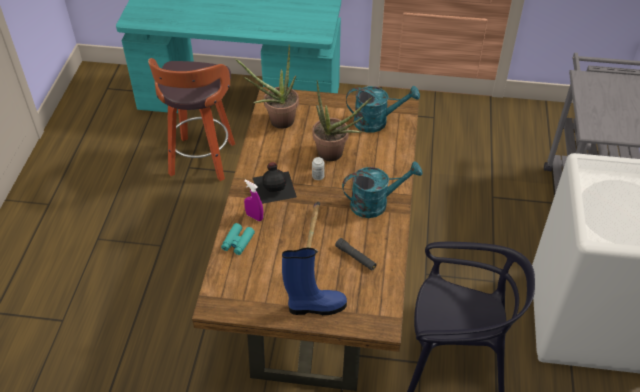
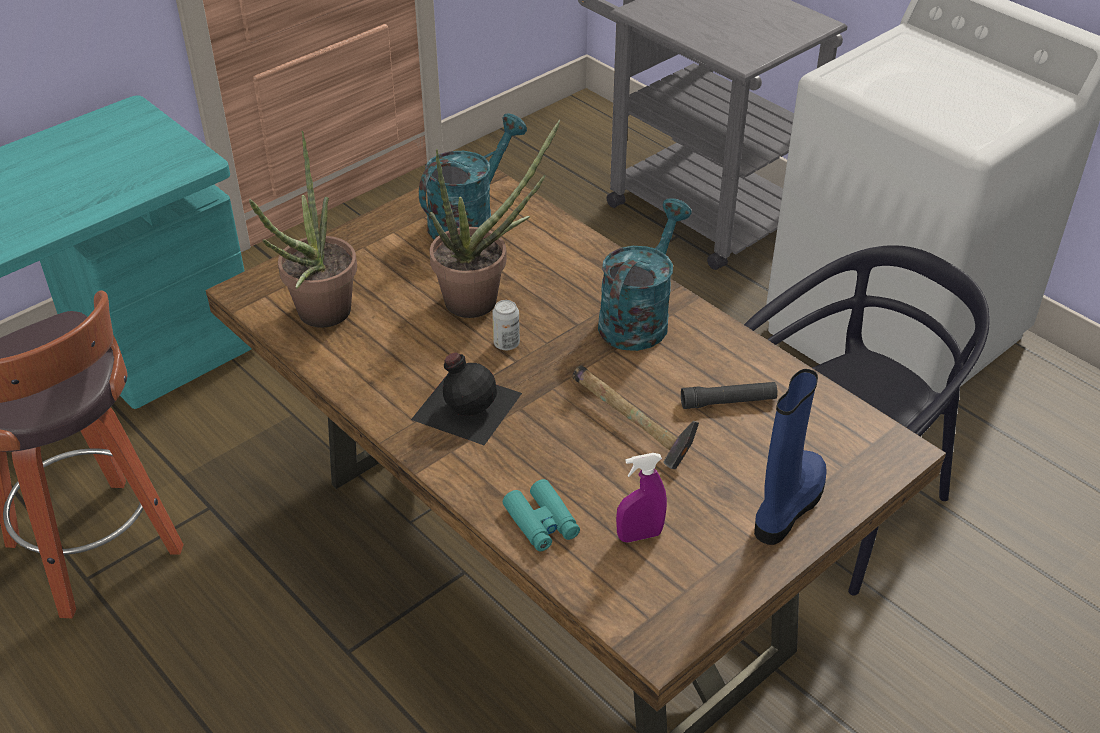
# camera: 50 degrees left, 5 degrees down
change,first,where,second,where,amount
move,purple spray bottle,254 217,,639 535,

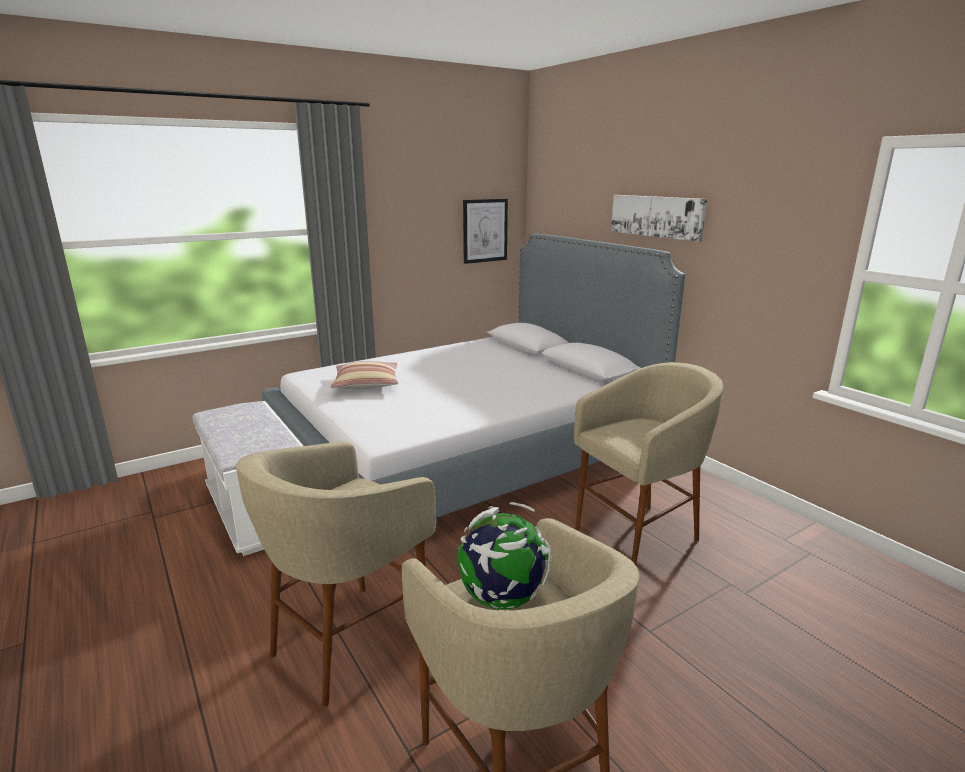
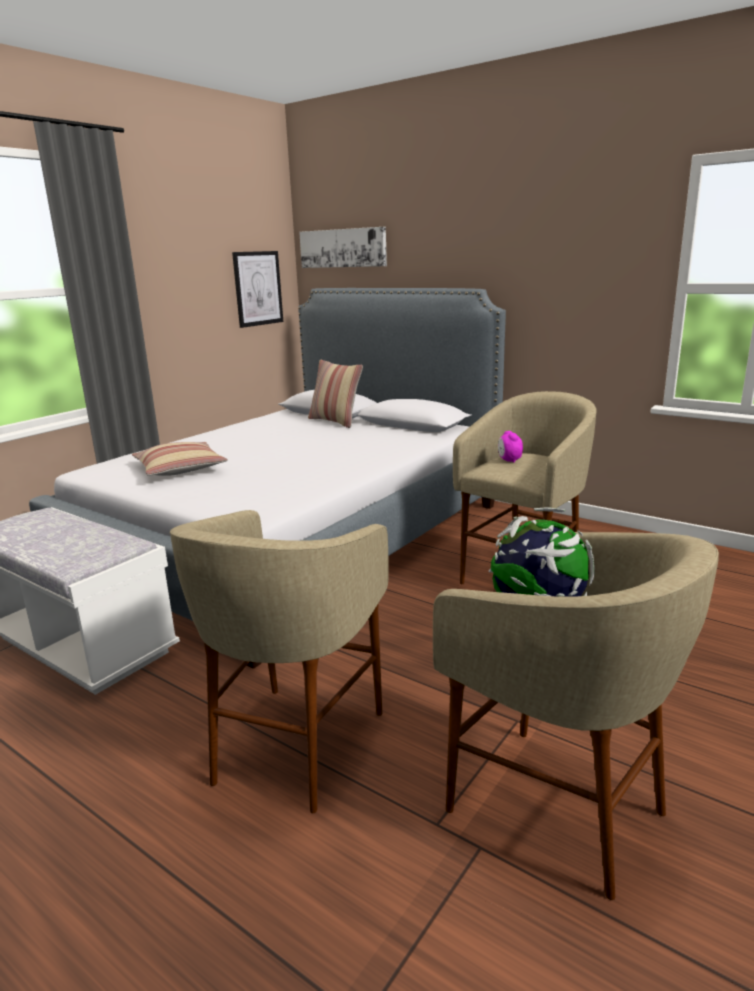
# camera: 20 degrees left, 0 degrees up
change,first,where,second,where,amount
move,picture,656 216,,343 248,
insert,,,pillow,335 421,
insert,,,alarm clock,509 460,

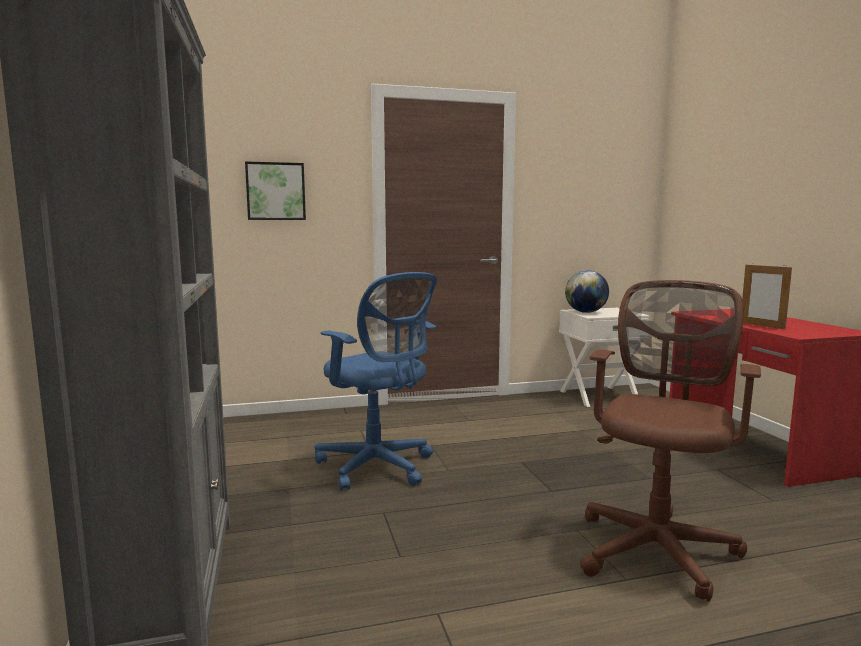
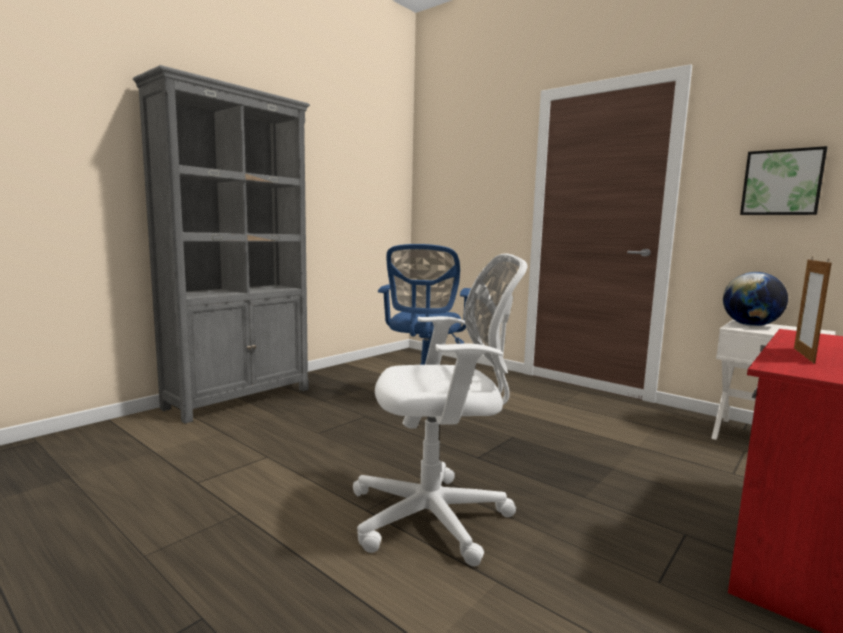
# camera: 55 degrees right, 0 degrees up
change,first,where,second,where,amount
recolor,brown office chair,657 547,white office chair,437 517,
move,picture,276 191,,782 182,

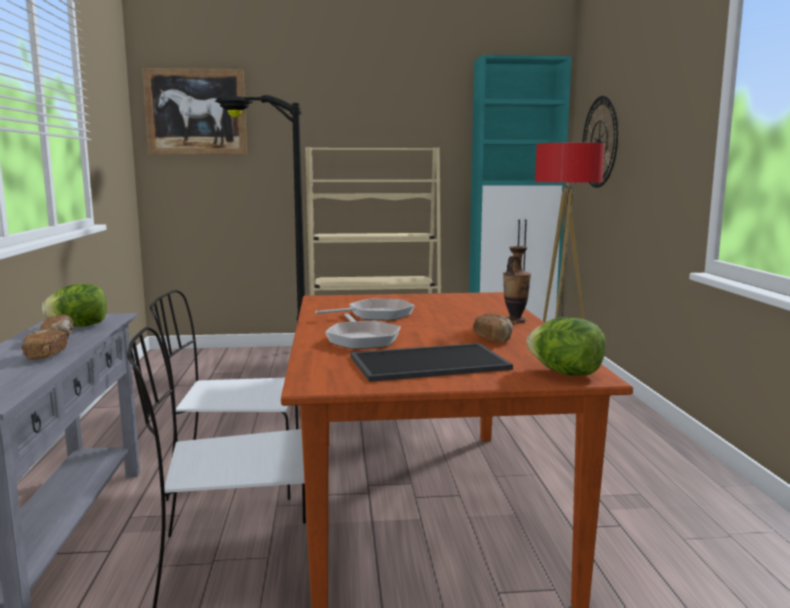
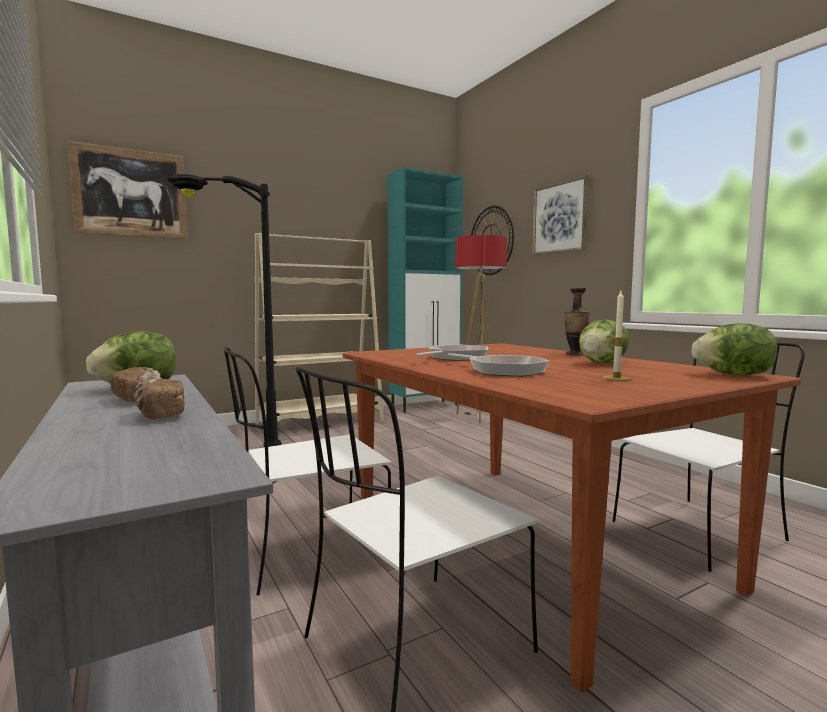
# camera: 25 degrees left, 5 degrees down
change,first,where,second,where,amount
insert,,,picture,560 218,
replace,bread,493 339,lettuce,602 363,
replace,tray,429 362,candle,616 378,
insert,,,white chair,699 531,

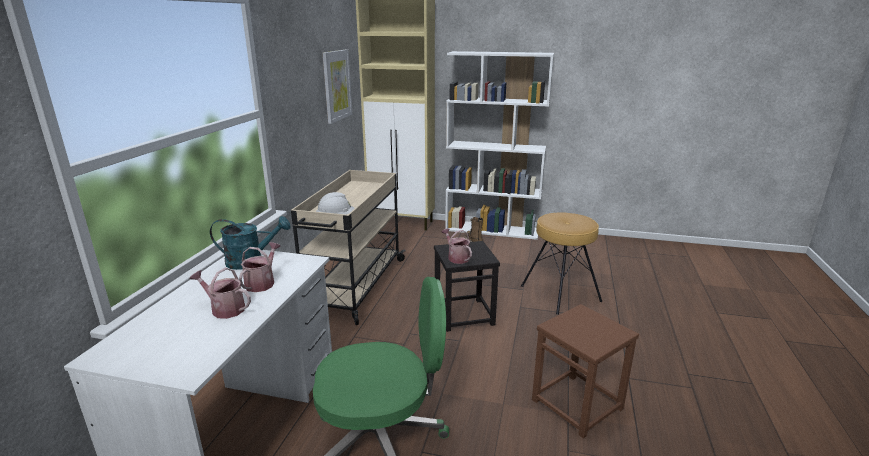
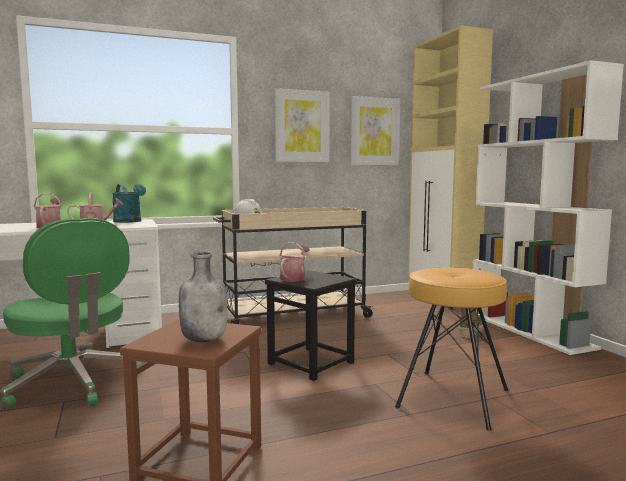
# camera: 55 degrees right, 15 degrees down
change,first,where,second,where,amount
insert,,,grey bottle,205 339,
insert,,,picture,301 126,

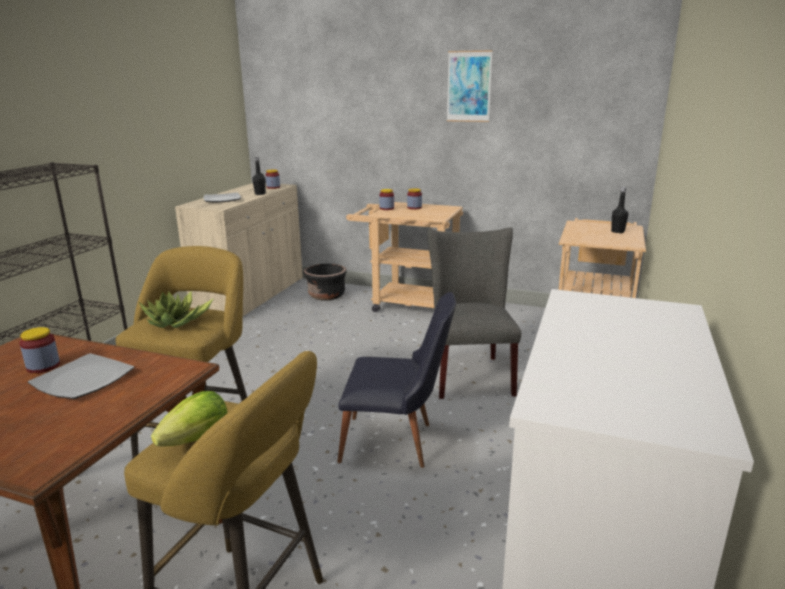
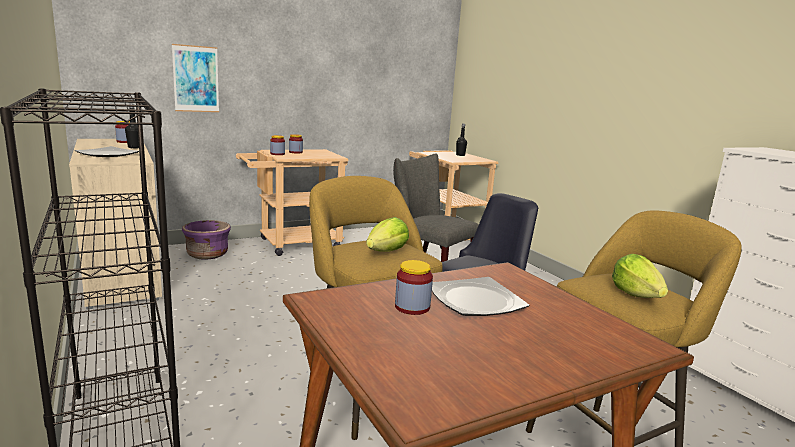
# camera: 50 degrees left, 5 degrees down
change,first,where,second,where,amount
move,picture,469 86,,196 79,
recolor,black planter,326 296,purple planter,207 255,
replace,potted plant,176 322,lettuce,387 252,

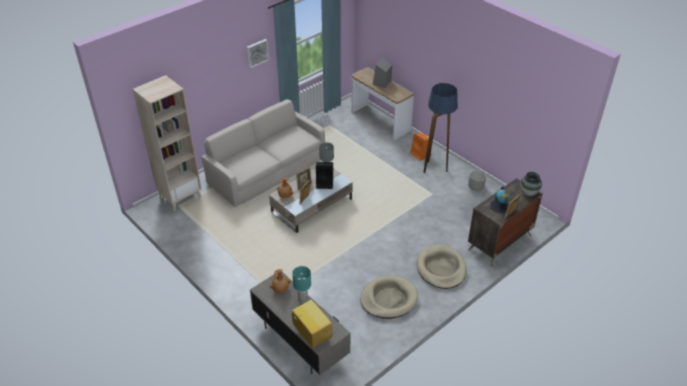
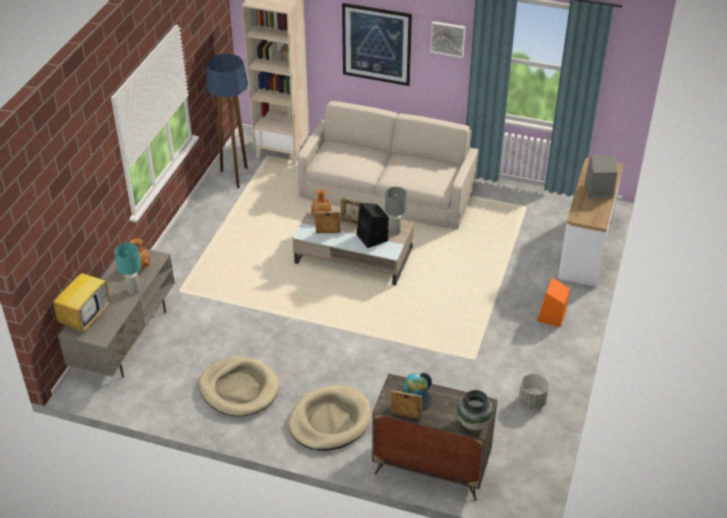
# camera: 60 degrees right, 0 degrees up
change,first,where,second,where,amount
move,floor lamp,435 169,,236 177,
insert,,,picture,376 44,

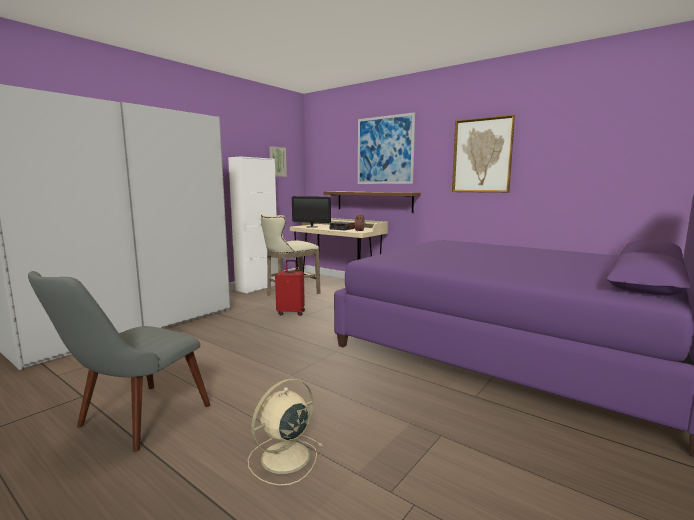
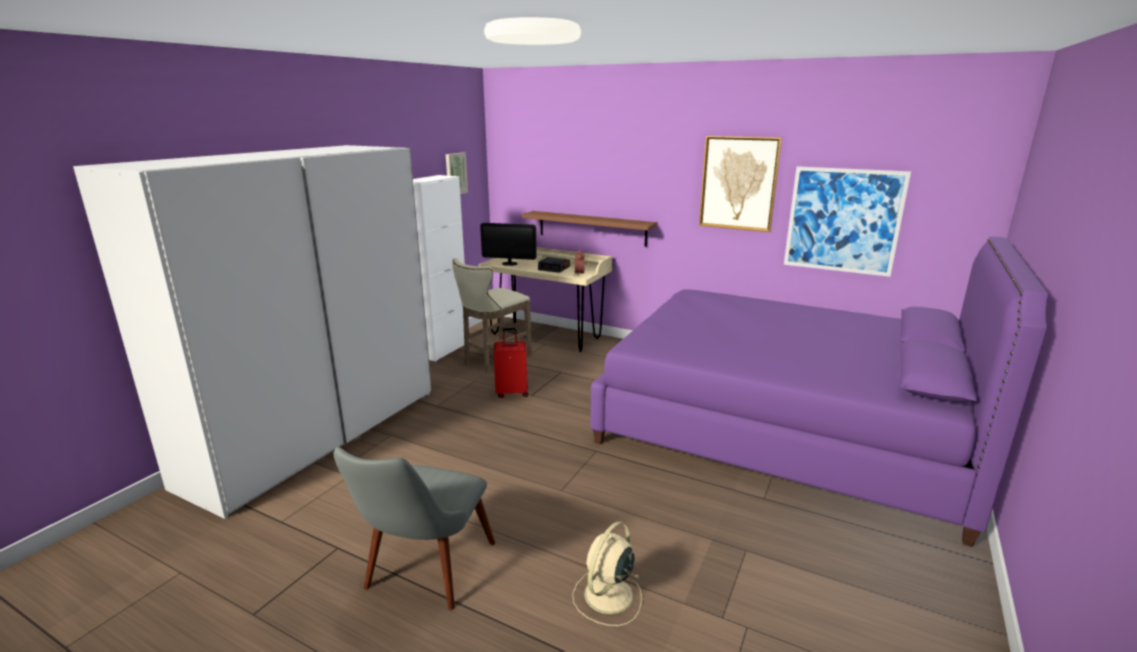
# camera: 10 degrees left, 10 degrees up
change,first,where,second,where,amount
move,picture,384 150,,843 220,

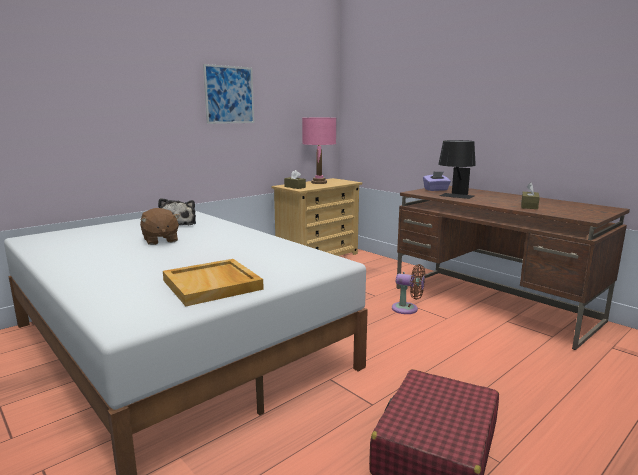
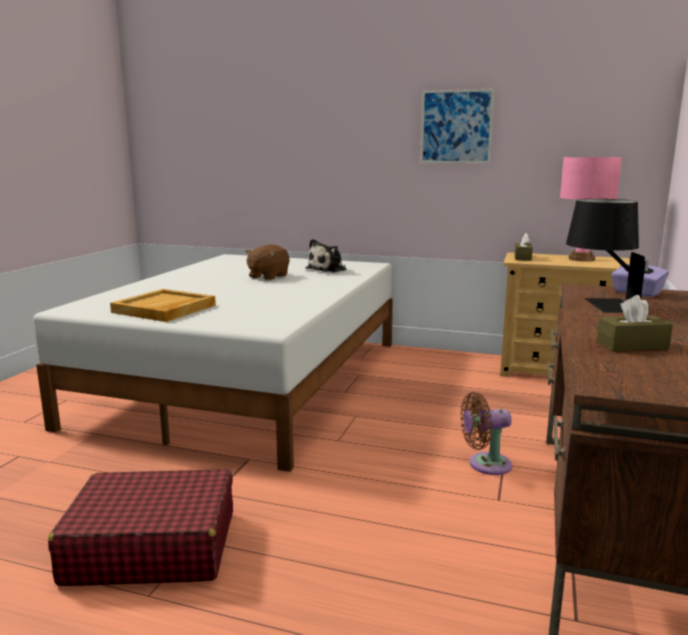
# camera: 60 degrees right, 0 degrees up
change,first,where,second,where,amount
rotate,brown fan,407 309,,485 464,90 degrees clockwise

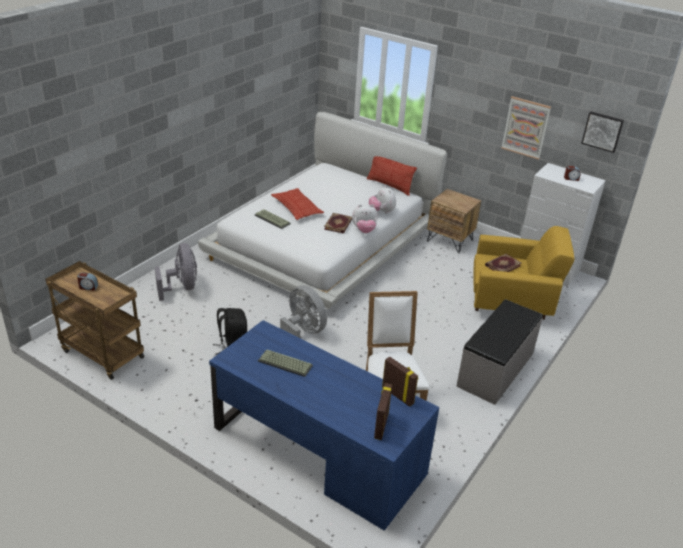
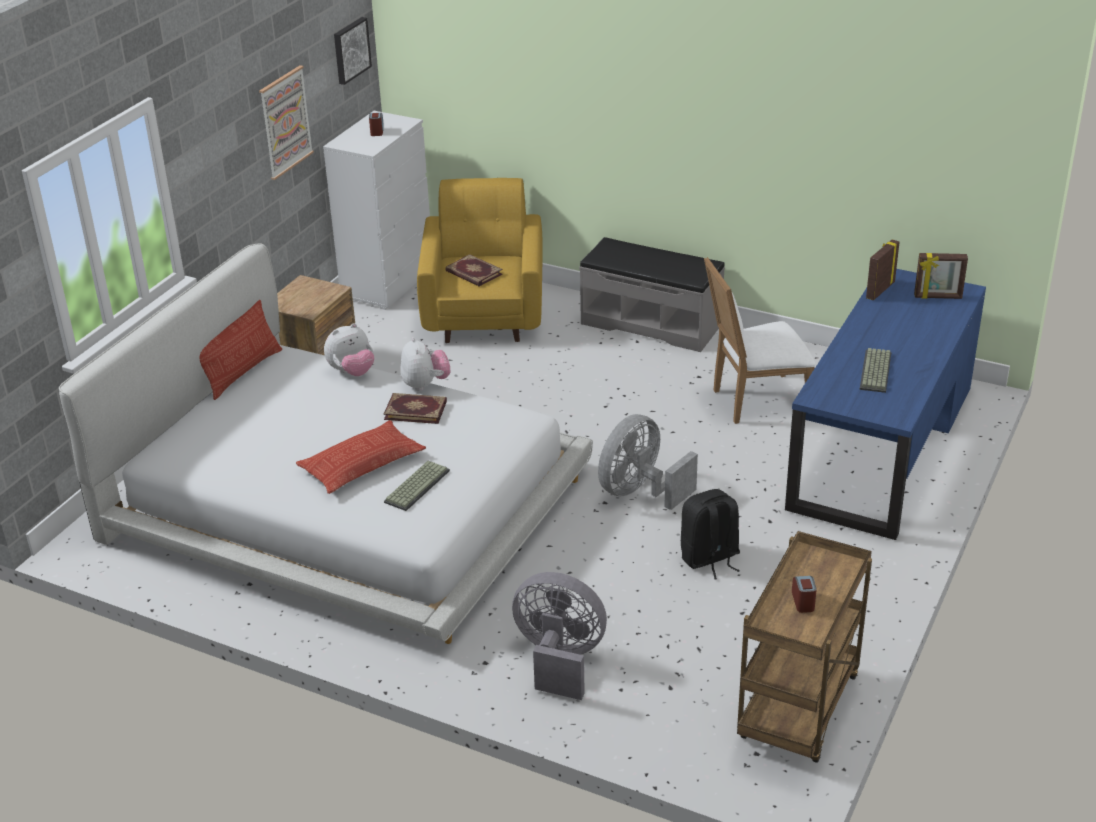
# camera: 95 degrees left, 0 degrees up
change,first,where,second,where,amount
rotate,grey fan,182 287,,559 659,45 degrees clockwise

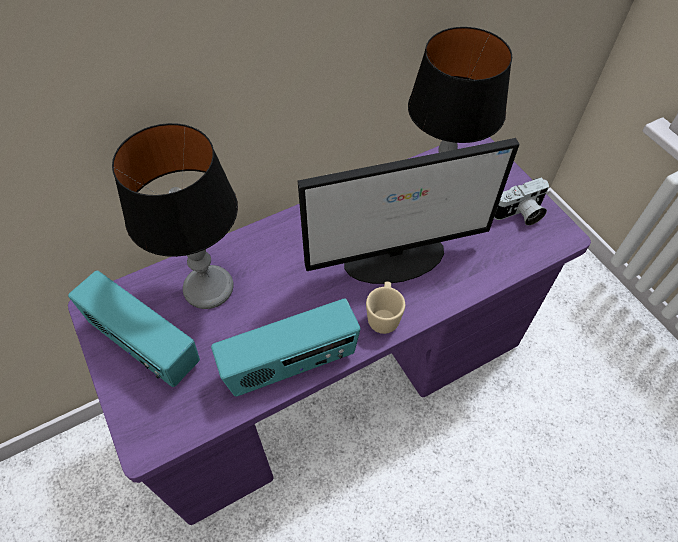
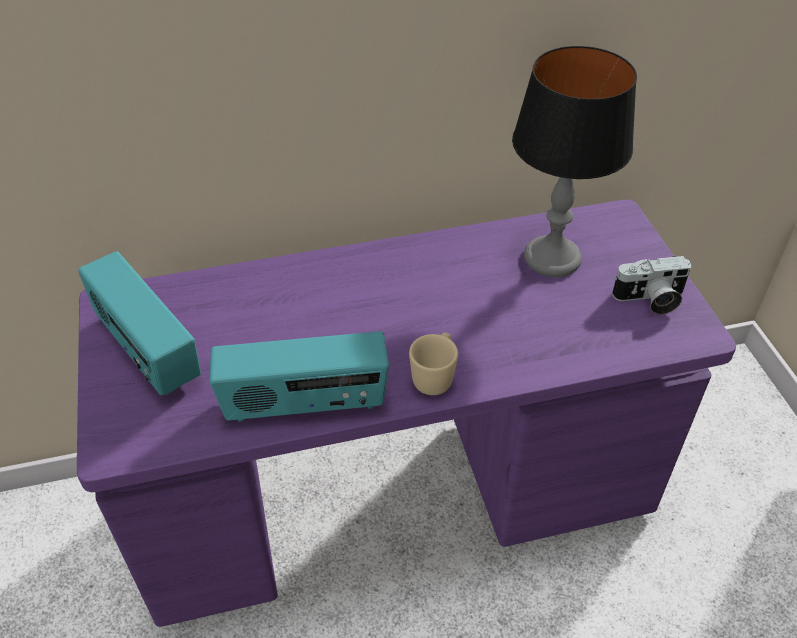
# camera: 15 degrees right, 10 degrees down
change,first,where,second,where,amount
delete,table lamp,208 288,,,
delete,monitor,396 257,,,

